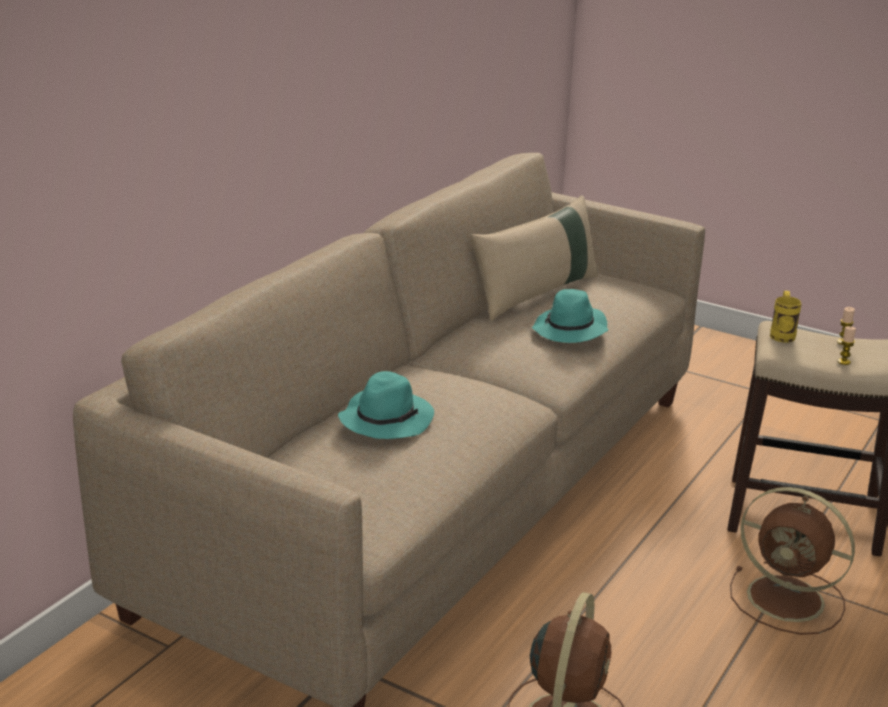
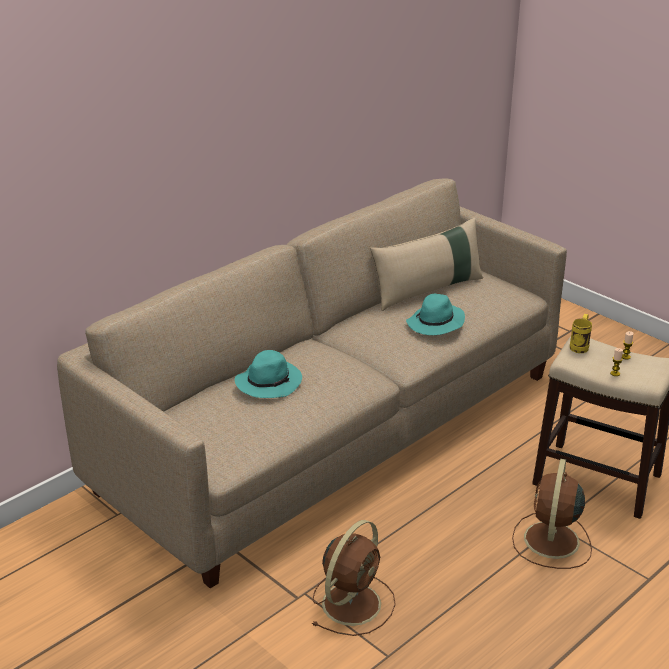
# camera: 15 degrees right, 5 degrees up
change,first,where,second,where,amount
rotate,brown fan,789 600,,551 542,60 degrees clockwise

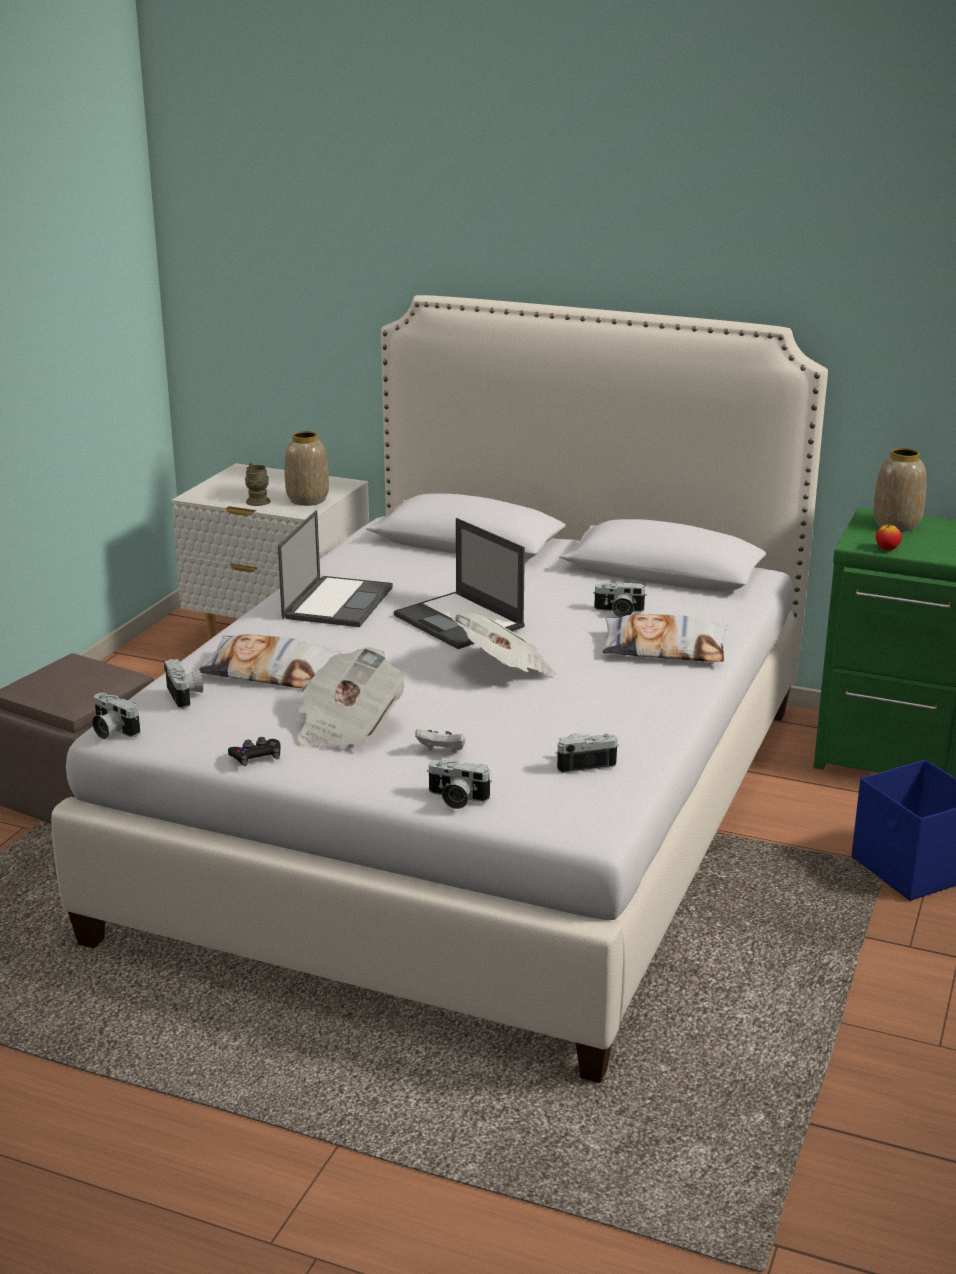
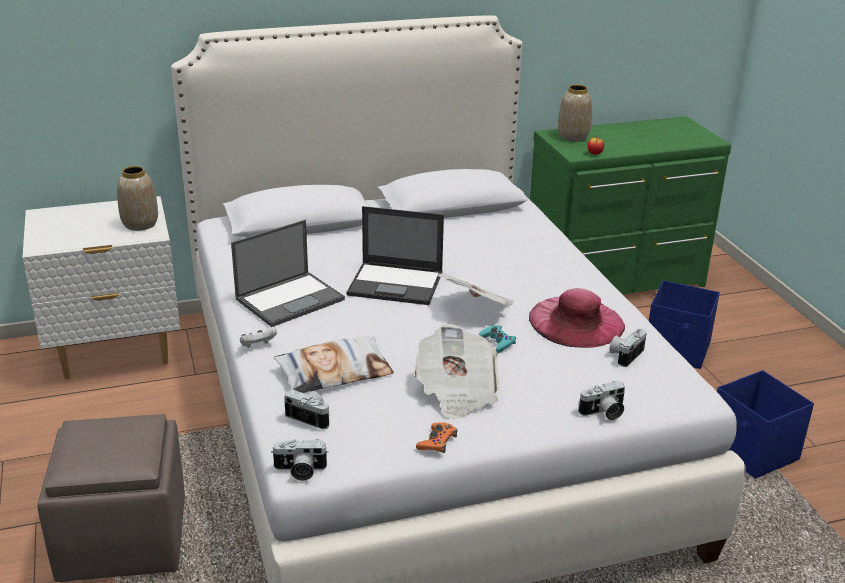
# camera: 40 degrees left, 5 degrees up
change,first,where,second,where,amount
rotate,laptop,338 602,,290 299,75 degrees clockwise
move,white game controller,442 752,,257 346,
recolor,black game controller,256 756,orange game controller,437 442,
insert,,,turquoise game controller,497 342,
insert,,,pink hat,576 321,
insert,,,blue storage box,753 452,
delete,brown mug,256 500,,,
delete,photo camera,618 612,,,
delete,pillow,664 649,,,

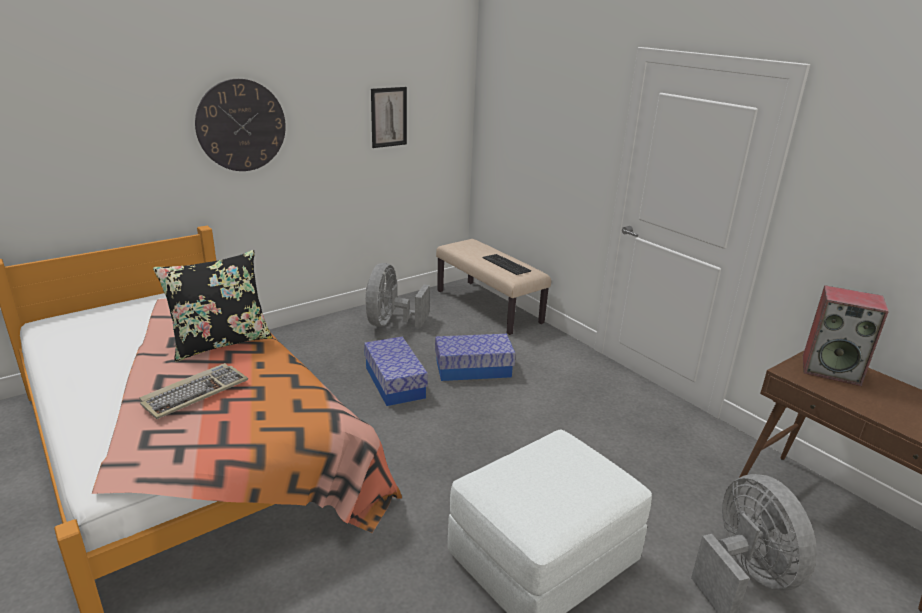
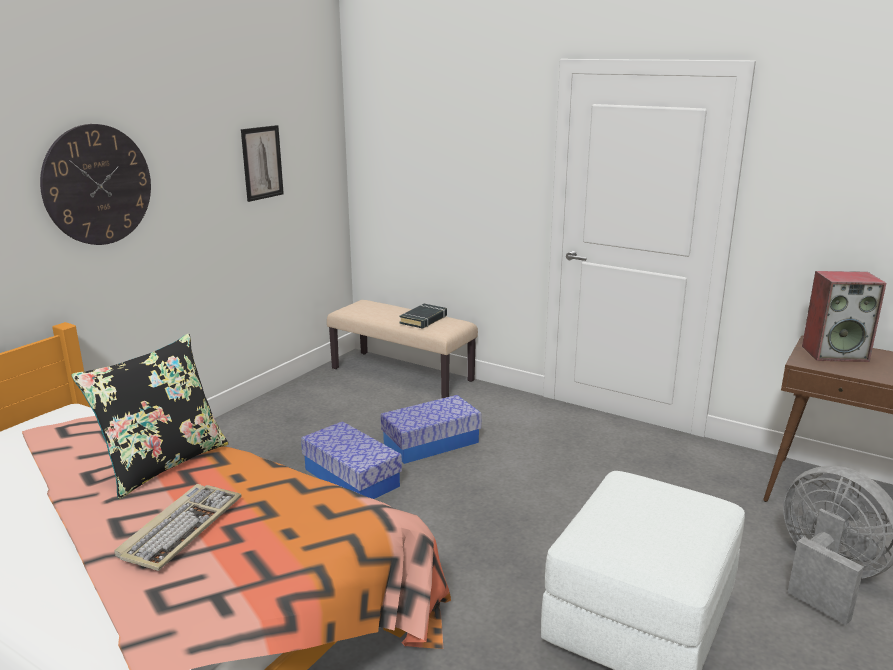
# camera: 20 degrees left, 5 degrees down
change,first,where,second,where,amount
replace,keyboard,506 264,black book,424 320,
delete,grey fan,391 323,,,

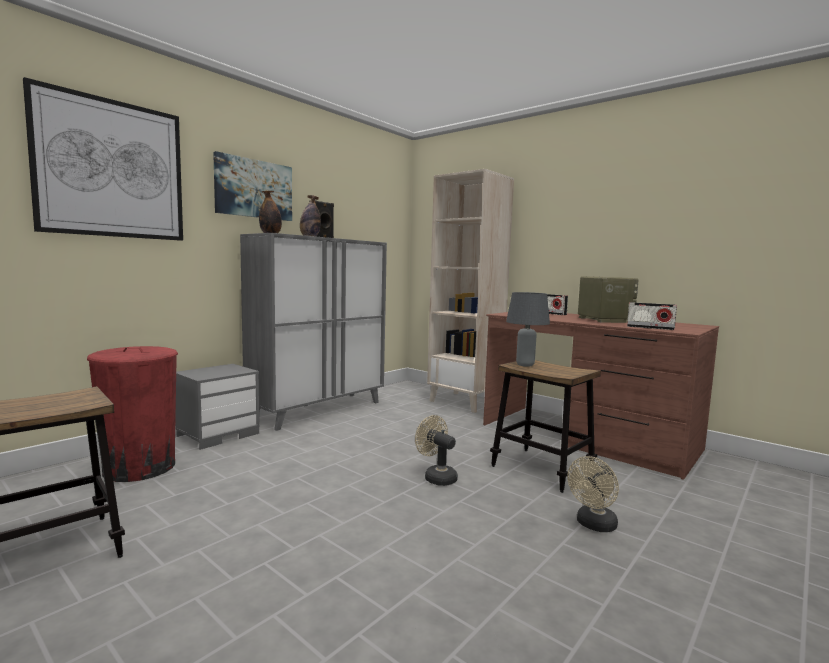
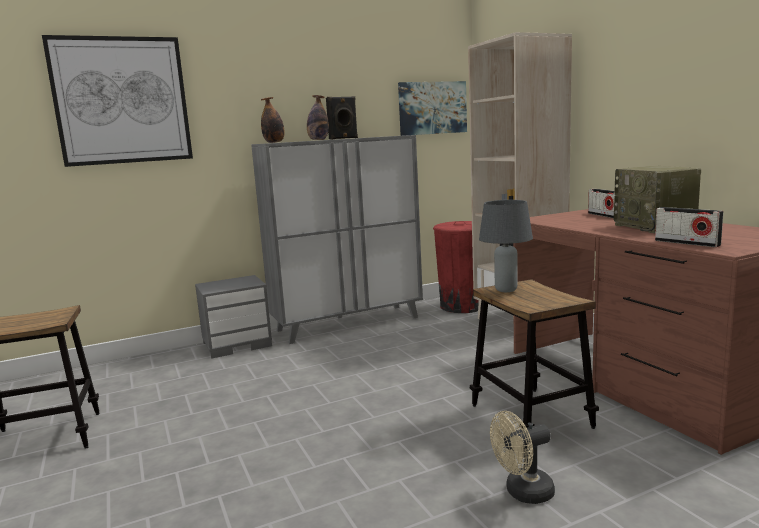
# camera: 25 degrees right, 5 degrees up
change,first,where,second,where,amount
move,picture,254 189,,432 108,
move,red trash can,140 468,,462 306,
rotate,radio,603 320,,655 227,150 degrees clockwise
delete,beige fan,436 477,,,

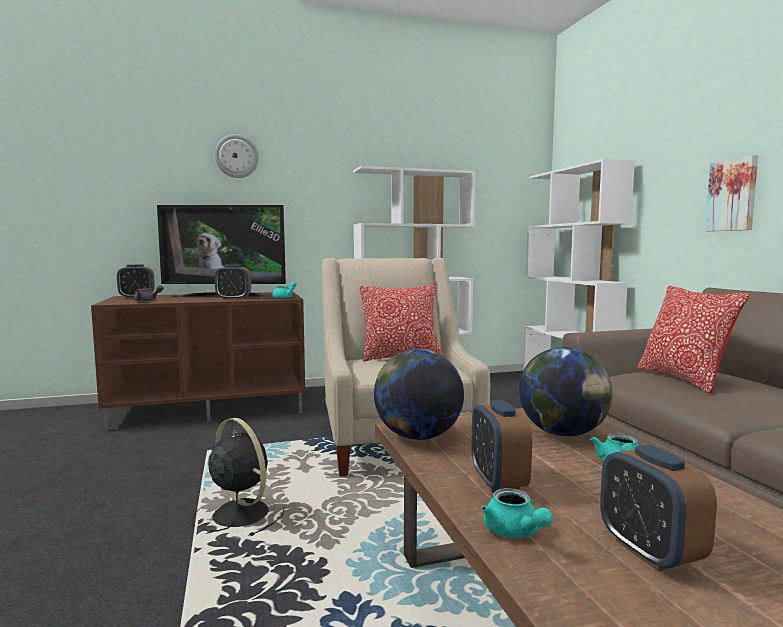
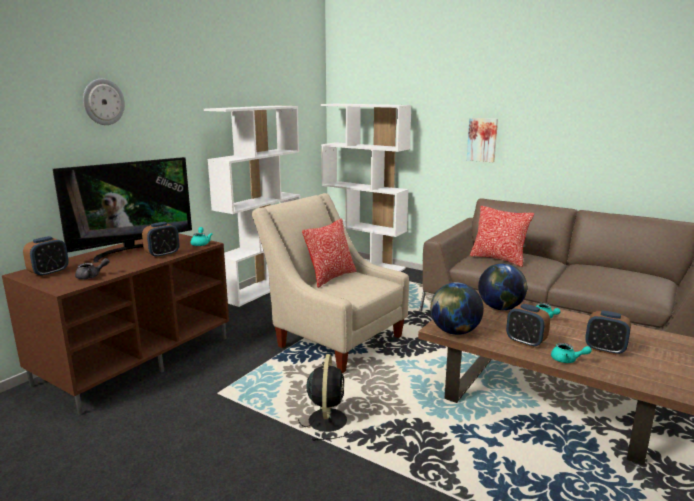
# camera: 40 degrees left, 10 degrees up
change,first,where,second,where,amount
rotate,black fan,239 513,,327 419,90 degrees clockwise

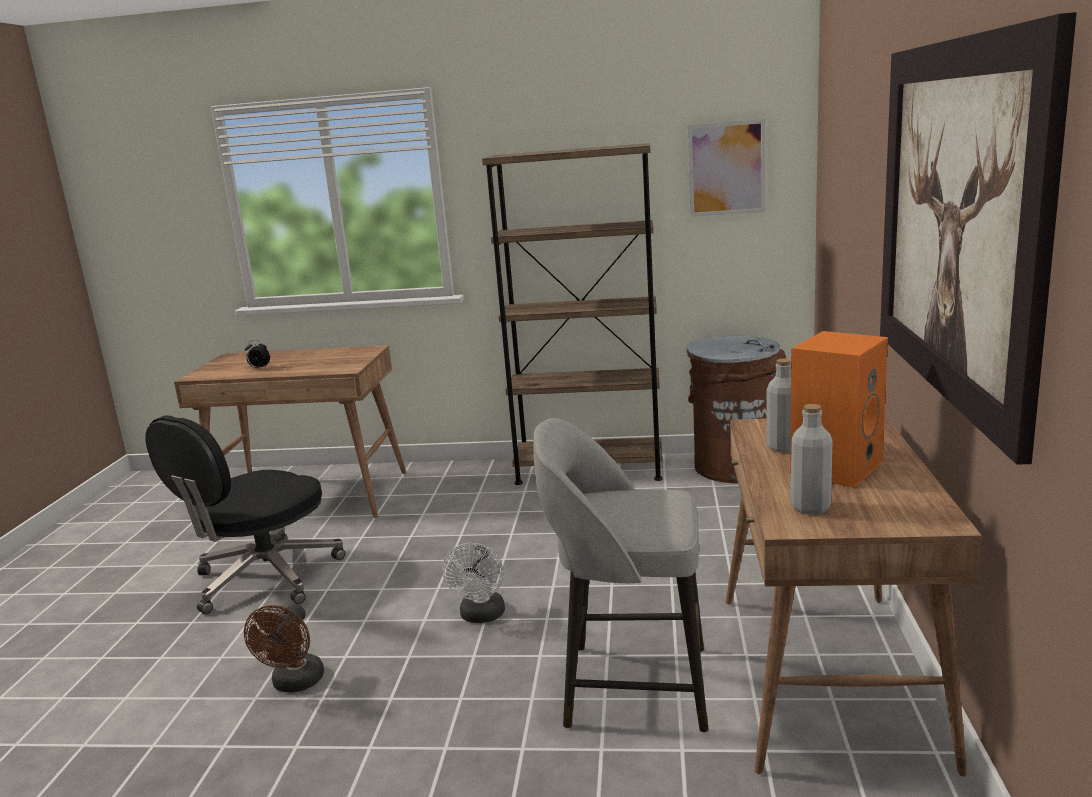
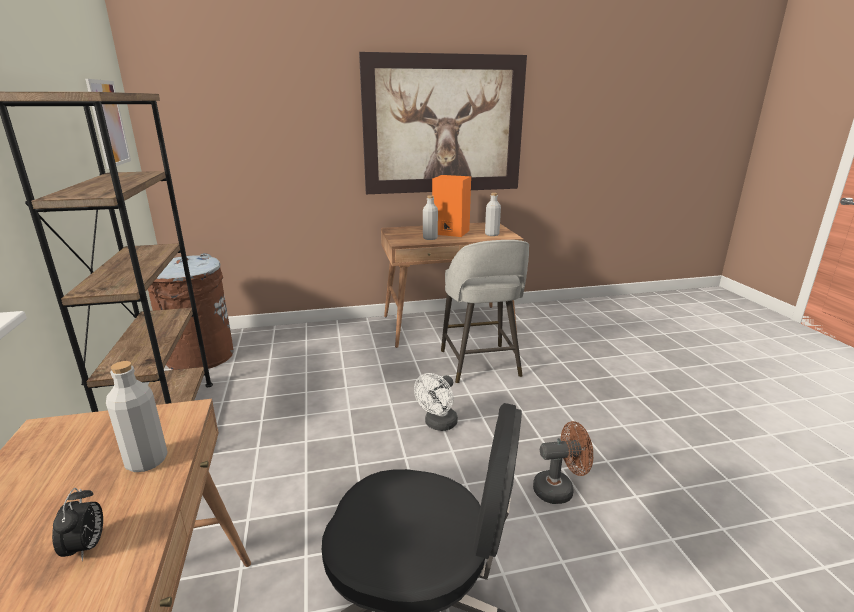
# camera: 110 degrees left, 5 degrees up
change,first,where,second,where,amount
insert,,,grey bottle,146 461,
rotate,white fan,481 616,,438 425,135 degrees clockwise

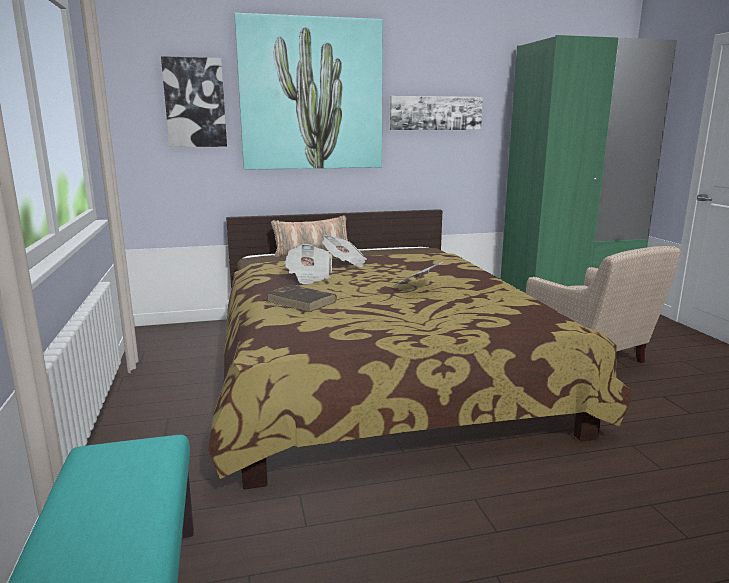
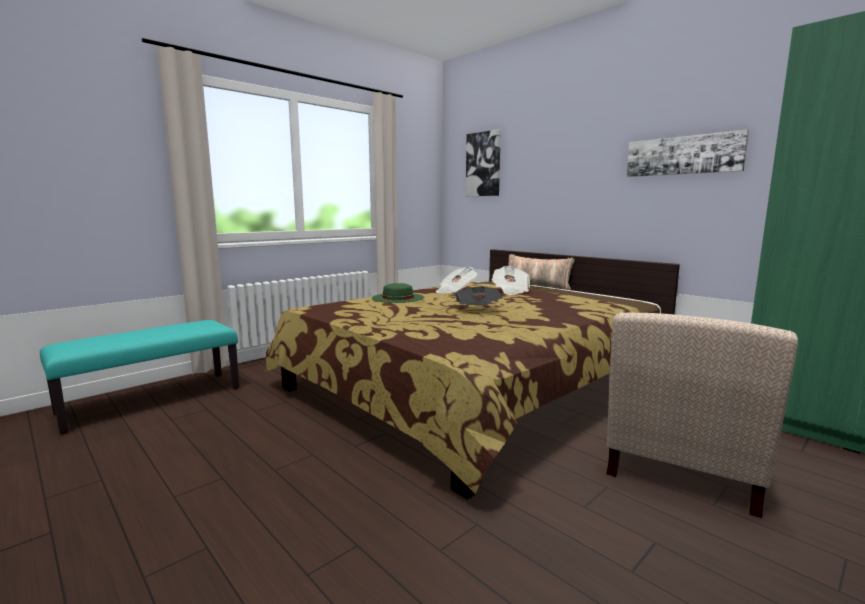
# camera: 60 degrees right, 5 degrees down
change,first,where,second,where,amount
replace,brown book,302 301,green hat,398 298,
delete,picture,311 95,,,

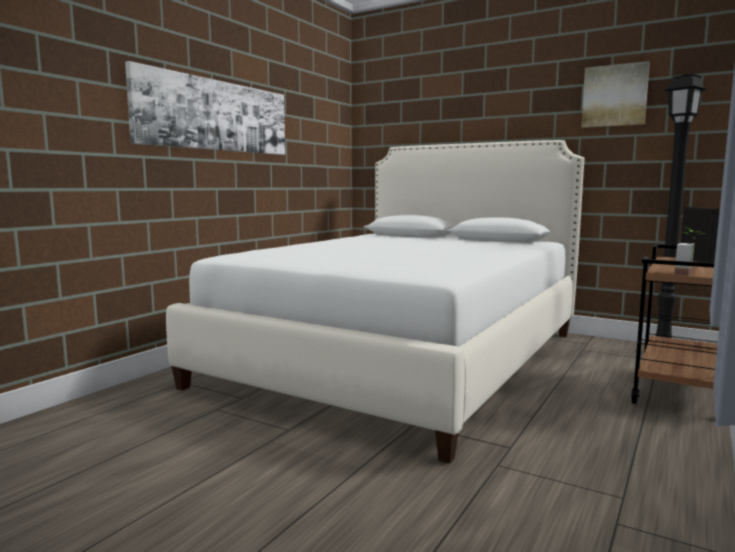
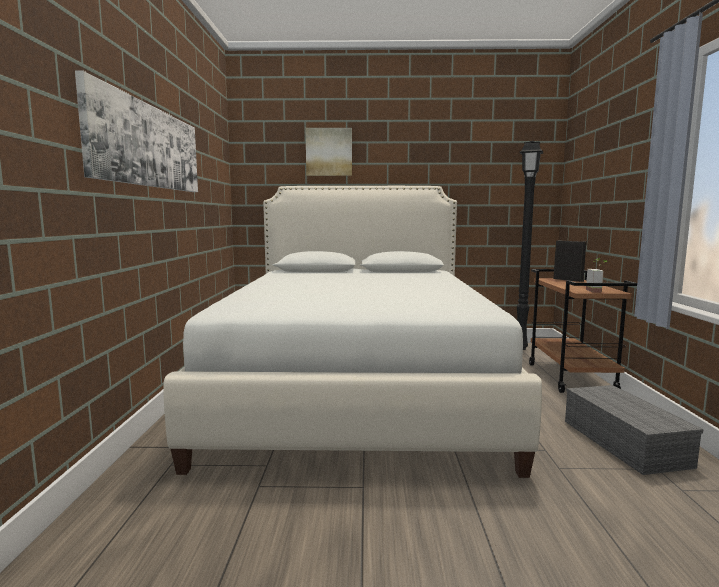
# camera: 30 degrees left, 0 degrees up
change,first,where,second,where,amount
move,picture,614 96,,329 152,
insert,,,grey storage box,621 442,

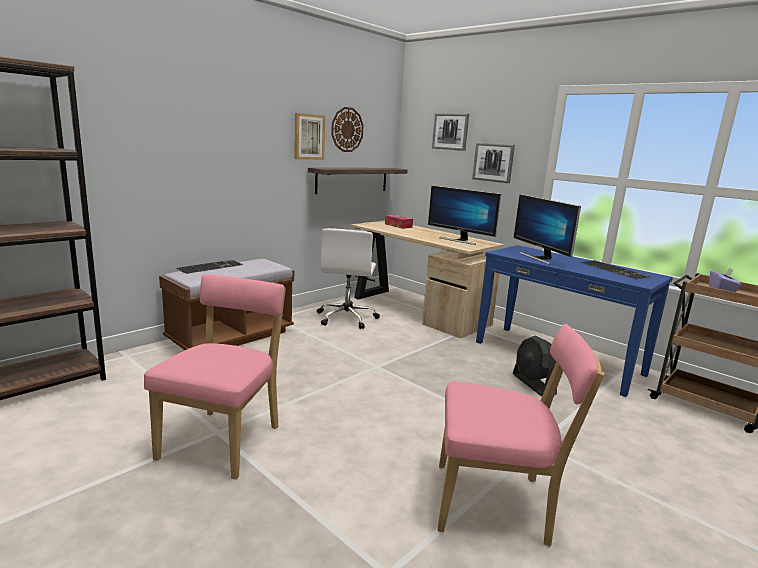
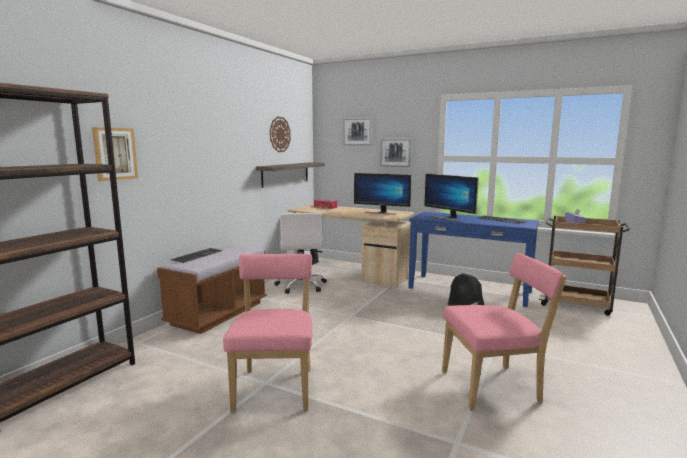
# camera: 15 degrees left, 5 degrees down
change,first,where,second,where,amount
move,picture,308 137,,115 153,

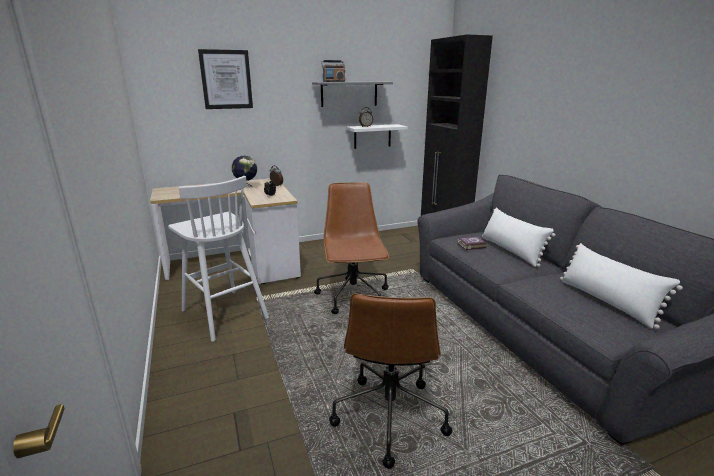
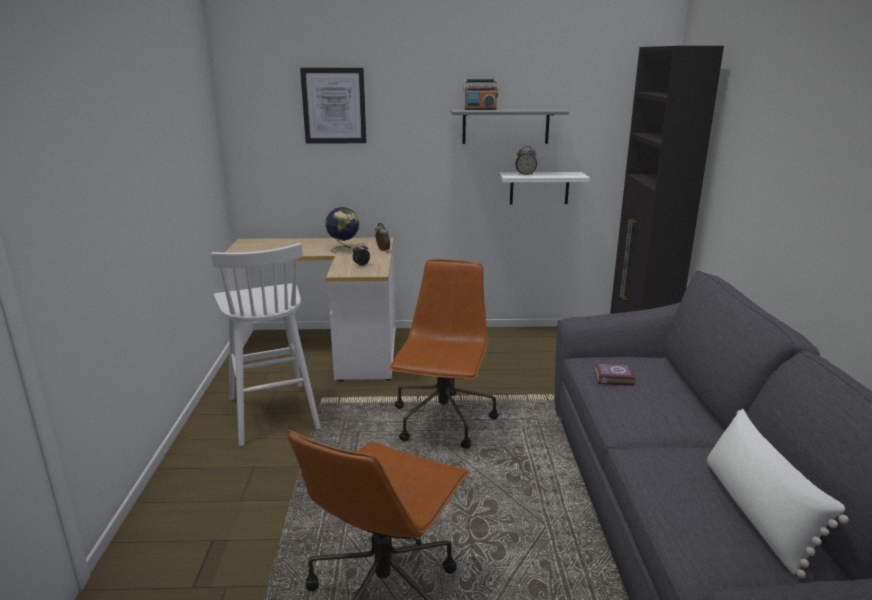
# camera: 20 degrees right, 0 degrees up
change,first,where,second,where,amount
delete,white pillow,511 251,,,

